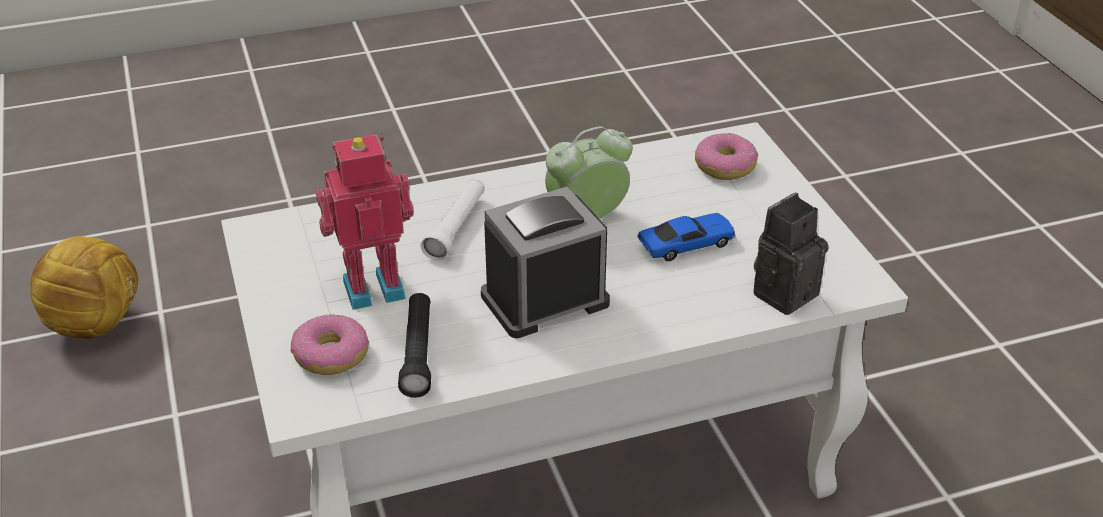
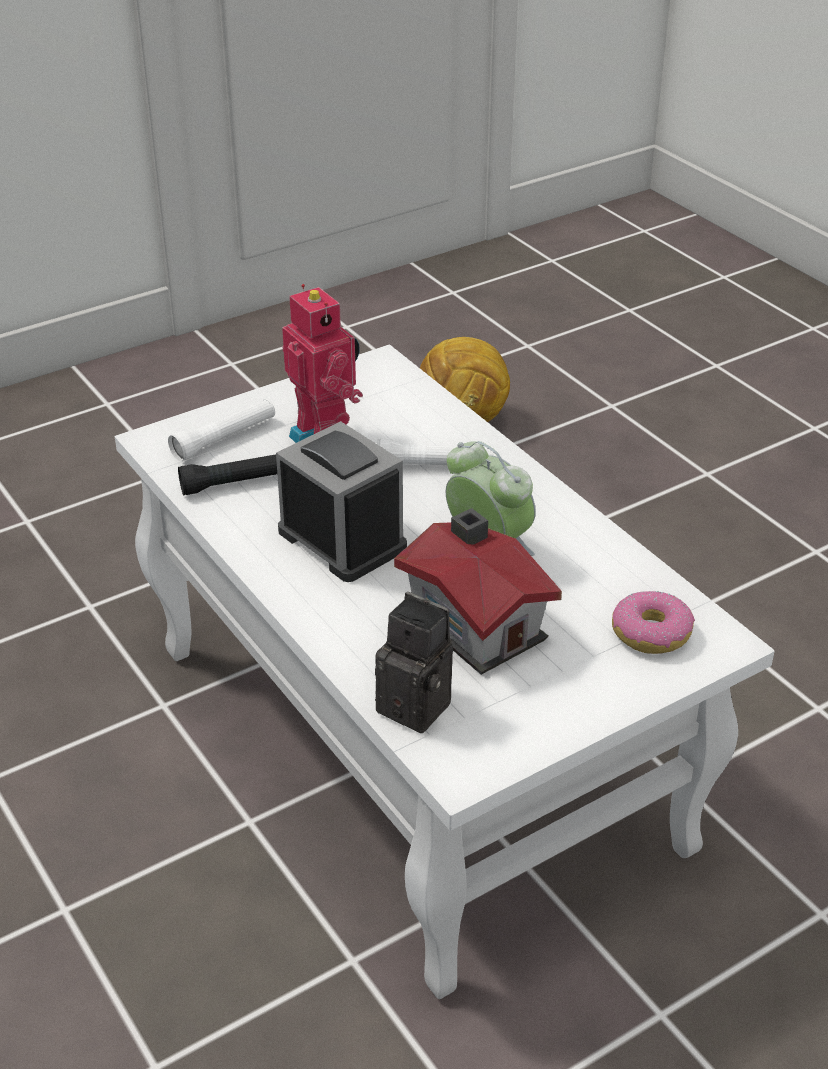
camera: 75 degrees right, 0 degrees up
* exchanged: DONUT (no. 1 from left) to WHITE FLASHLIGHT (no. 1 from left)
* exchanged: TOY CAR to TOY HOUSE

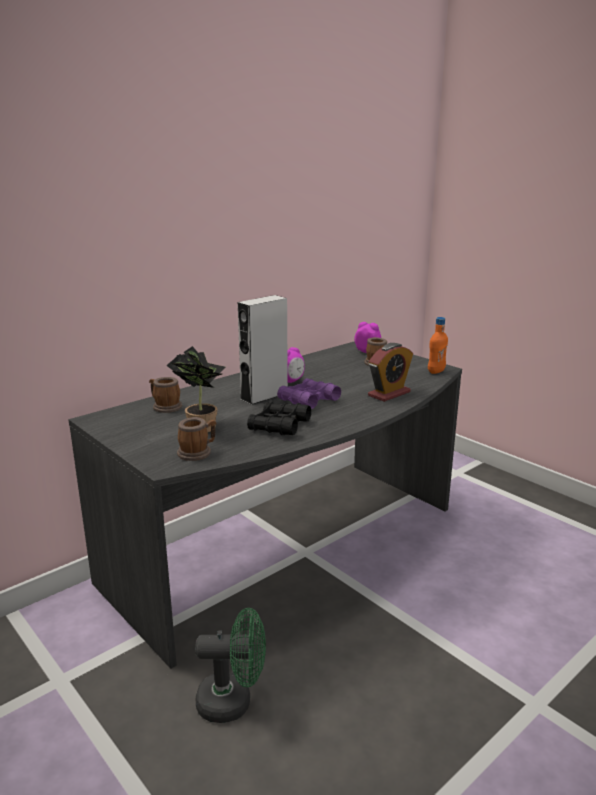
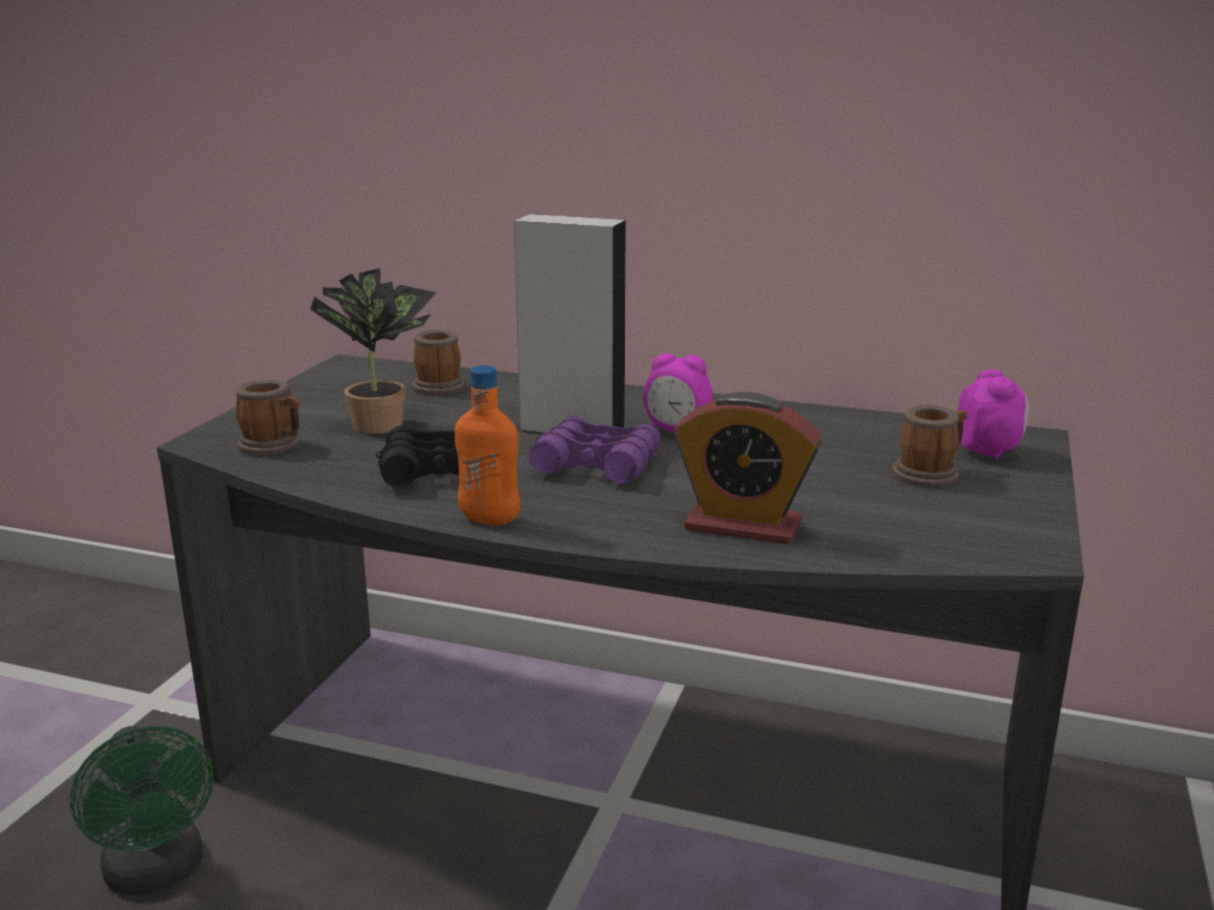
camera: 60 degrees right, 0 degrees up
* relocated: ORANGE BOTTLE

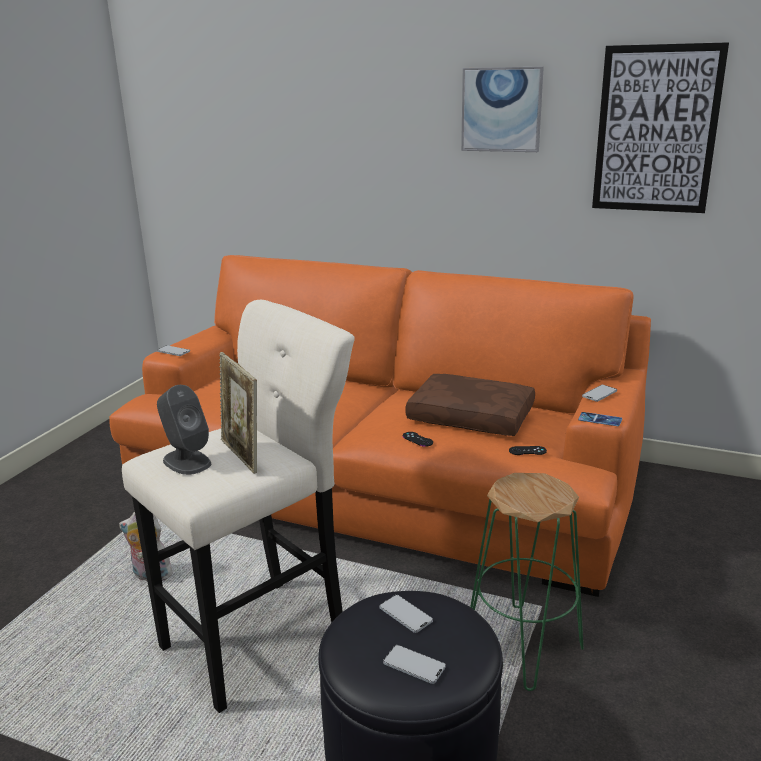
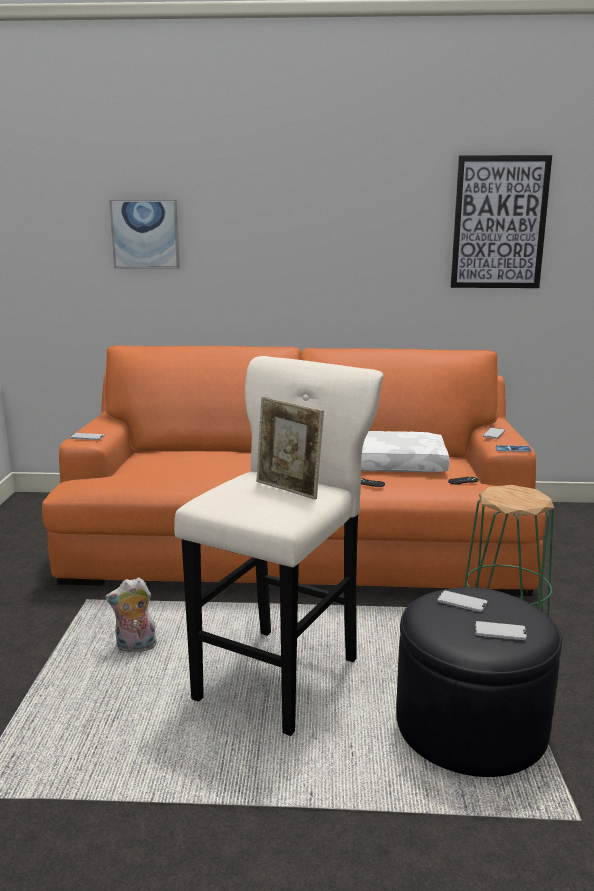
camera: 20 degrees left, 5 degrees down
* relocated: PICTURE (no. 1 from left)
* colour: BROWN PILLOW to WHITE PILLOW
* missing: GREY SPEAKER

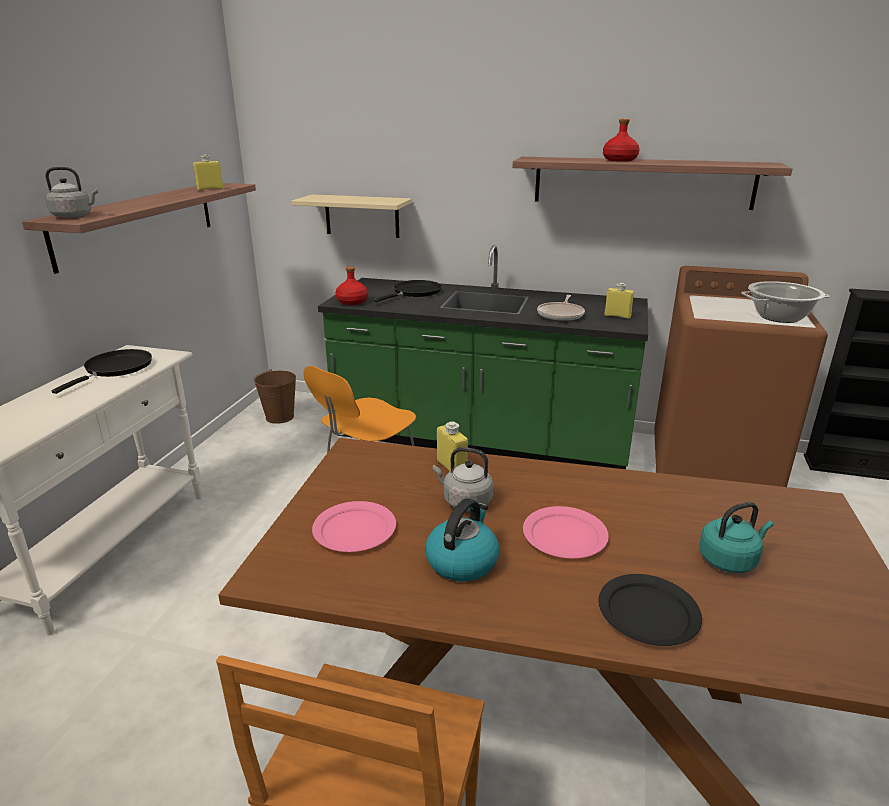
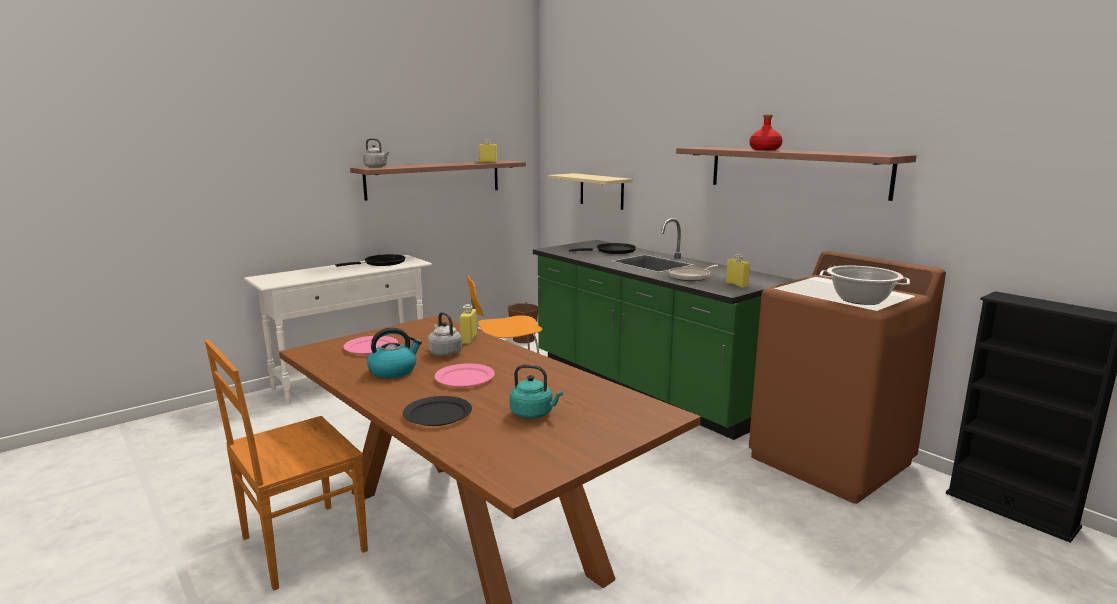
camera: 35 degrees right, 10 degrees down
* missing: RED BOTTLE (no. 1 from left)

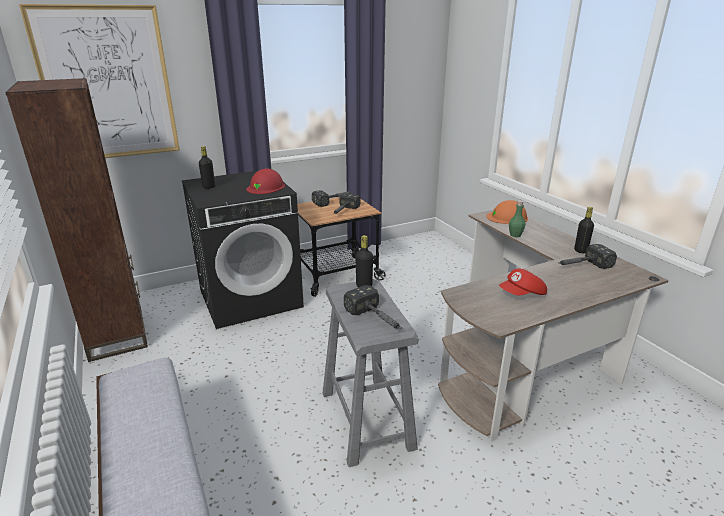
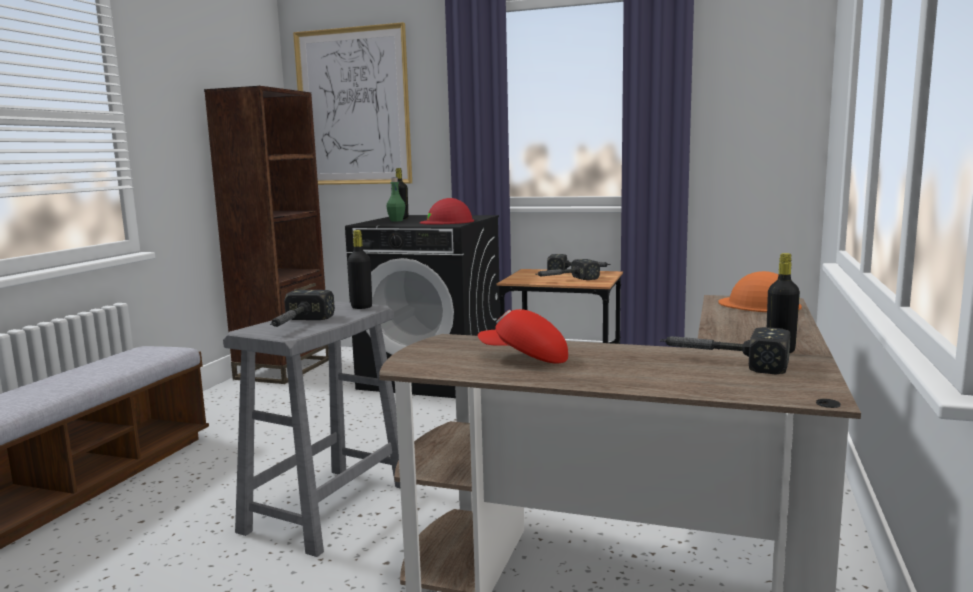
camera: 45 degrees right, 15 degrees down
* relocated: GREEN BOTTLE

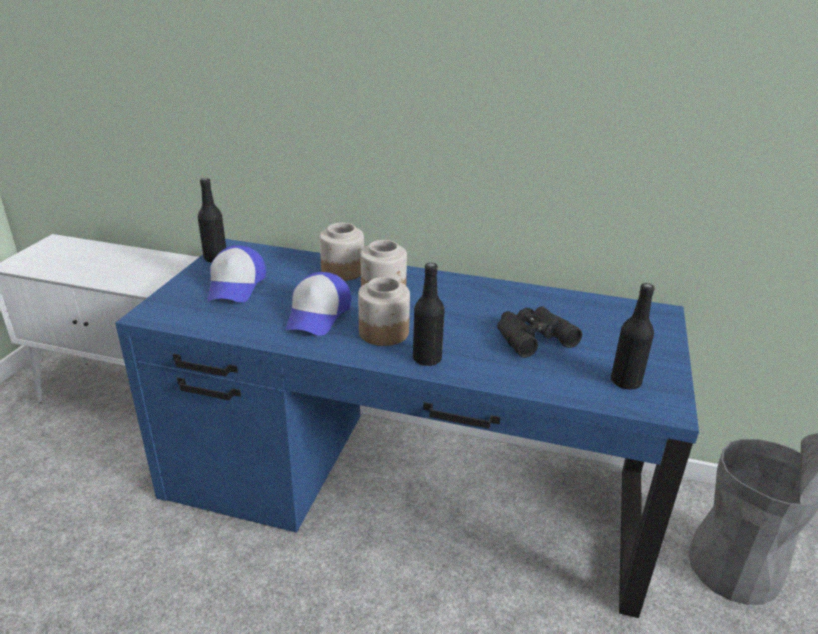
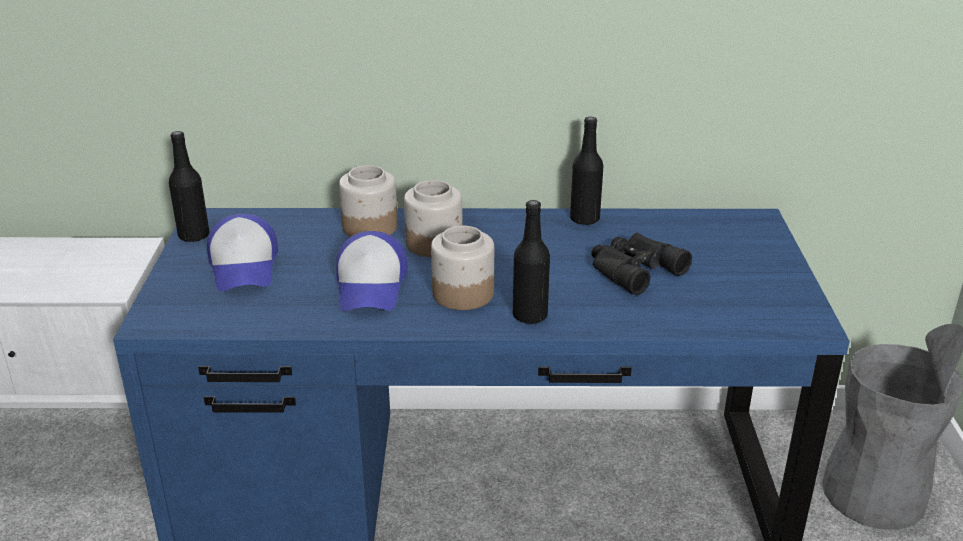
camera: 15 degrees left, 0 degrees up
* relocated: BLACK BOTTLE (no. 3 from left)

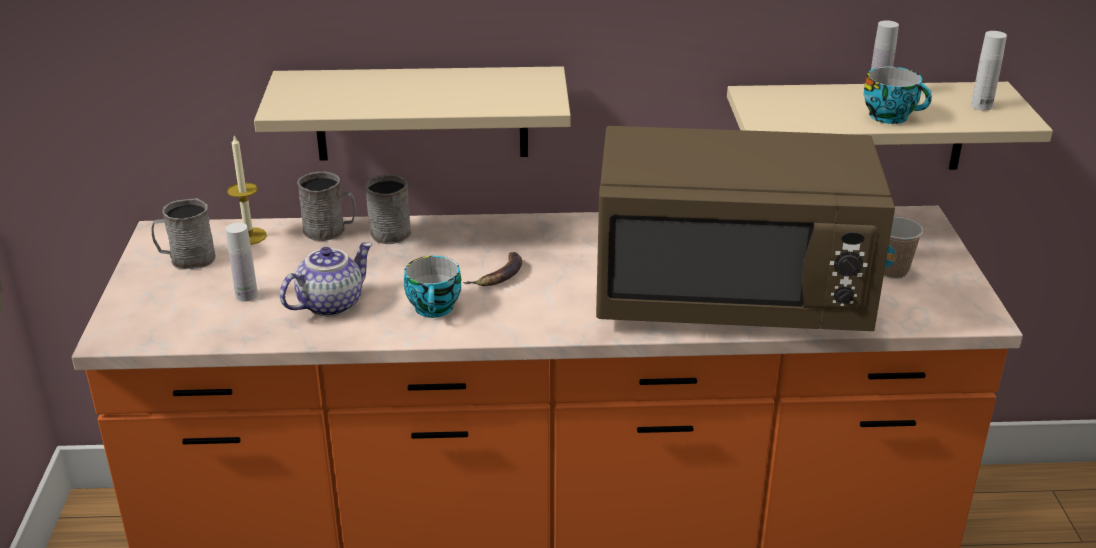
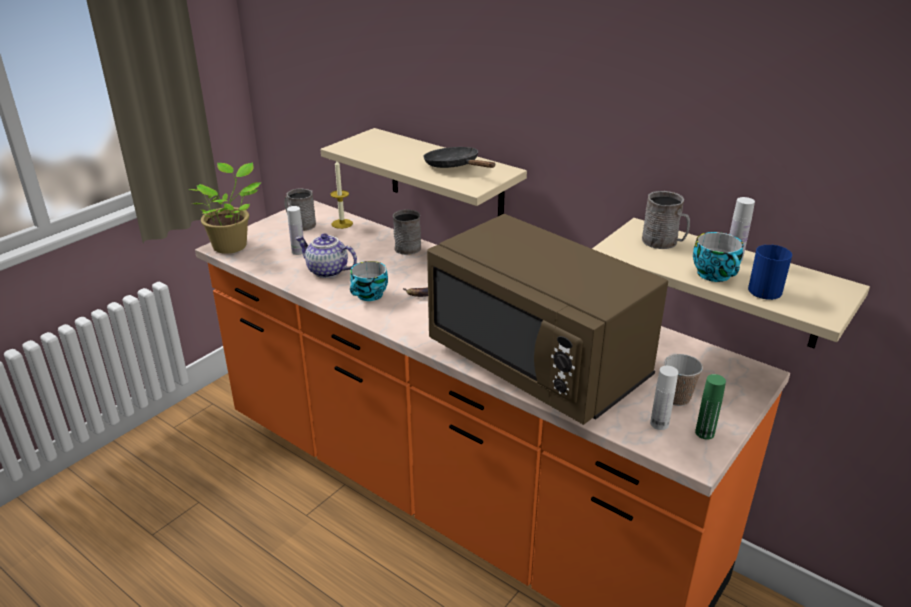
camera: 40 degrees right, 0 degrees up
* appeared: POTTED PLANT
* spun: TEAPOT 150 degrees counterclockwise
* appeared: BLACK FRYING PAN
* relocated: GREY MUG (no. 2 from left in the first image) to GREY MUG (no. 3 from left)
* relocated: WHITE BOTTLE (no. 3 from left in the first image) to WHITE BOTTLE (no. 2 from left)
* appeared: GREEN BOTTLE
* appeared: BLUE MUG

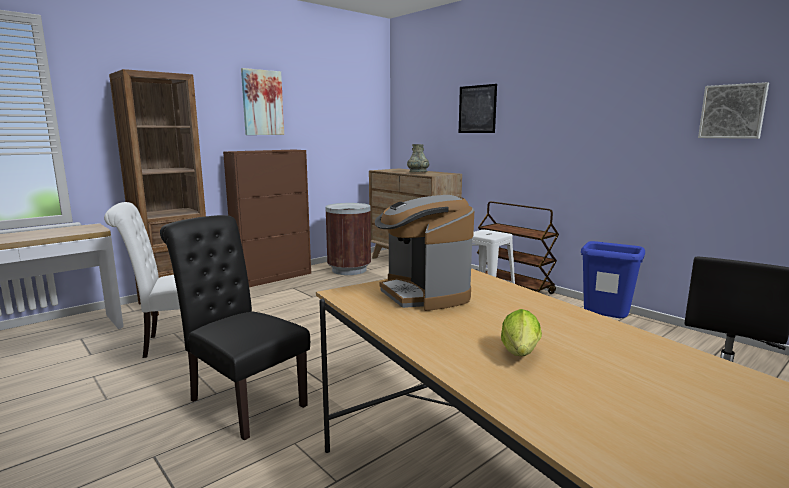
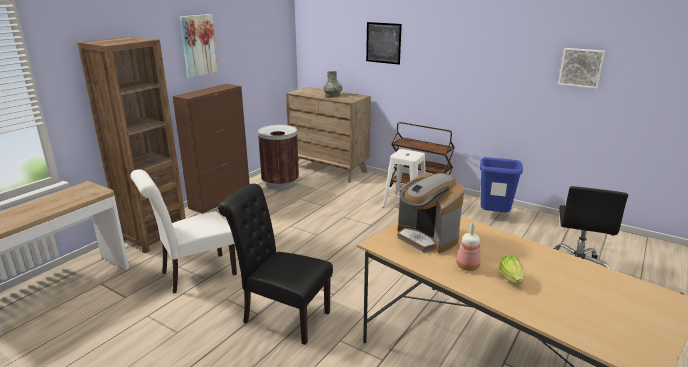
camera: 15 degrees left, 10 degrees up
* appeared: BOTTLE

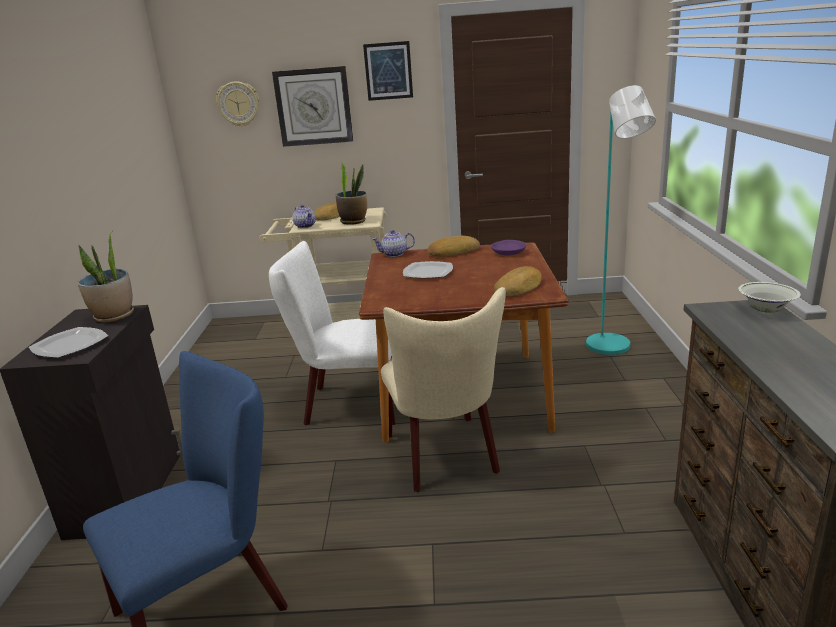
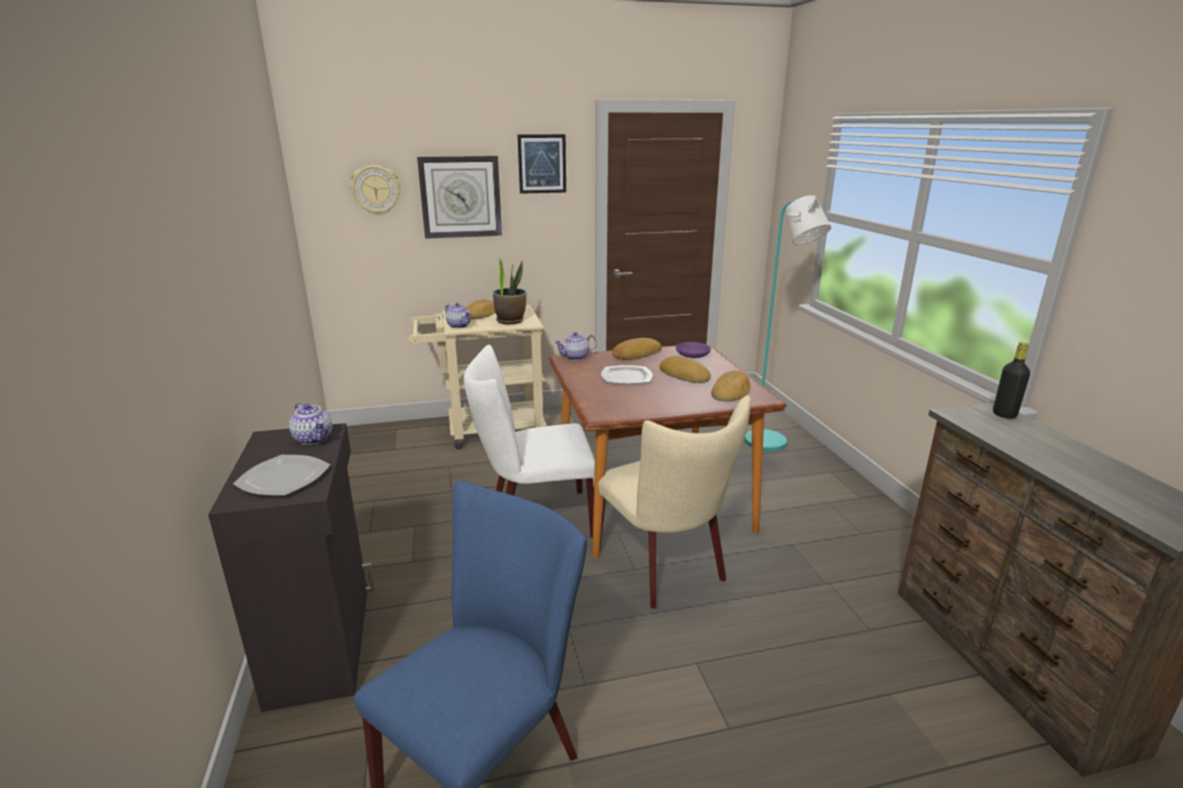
camera: 15 degrees left, 0 degrees up
* exchanged: POTTED PLANT (no. 1 from left) to TEAPOT (no. 1 from left)
* appeared: BREAD (no. 3 from left)
* exchanged: WHITE BOWL to BLACK BOTTLE

